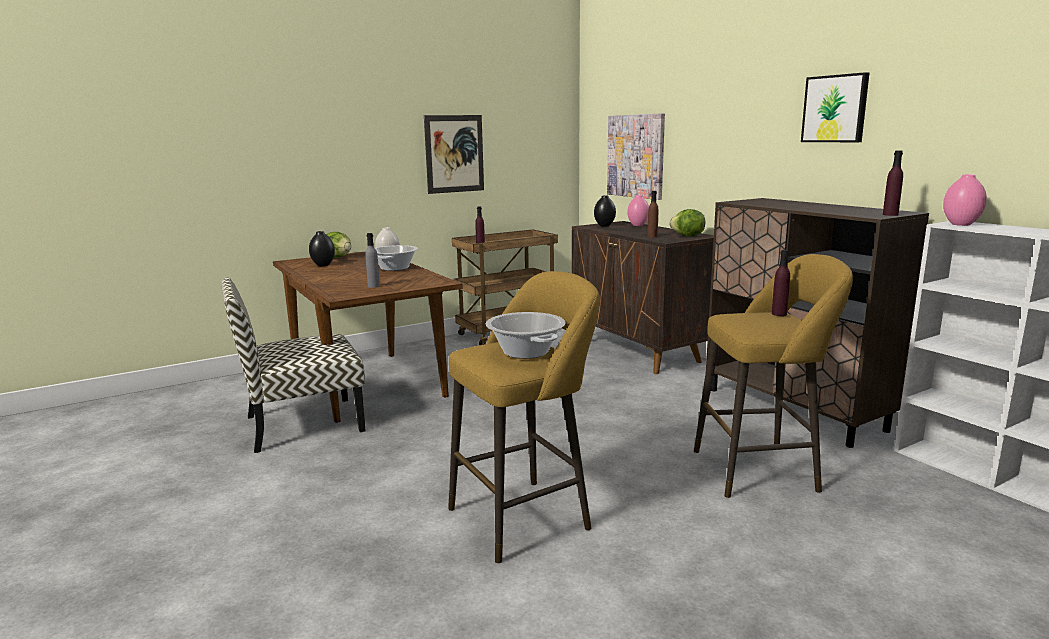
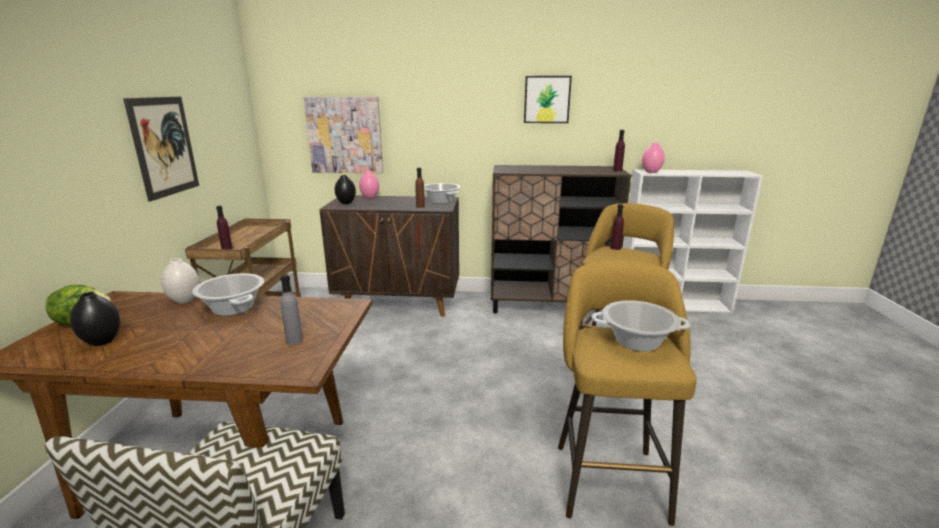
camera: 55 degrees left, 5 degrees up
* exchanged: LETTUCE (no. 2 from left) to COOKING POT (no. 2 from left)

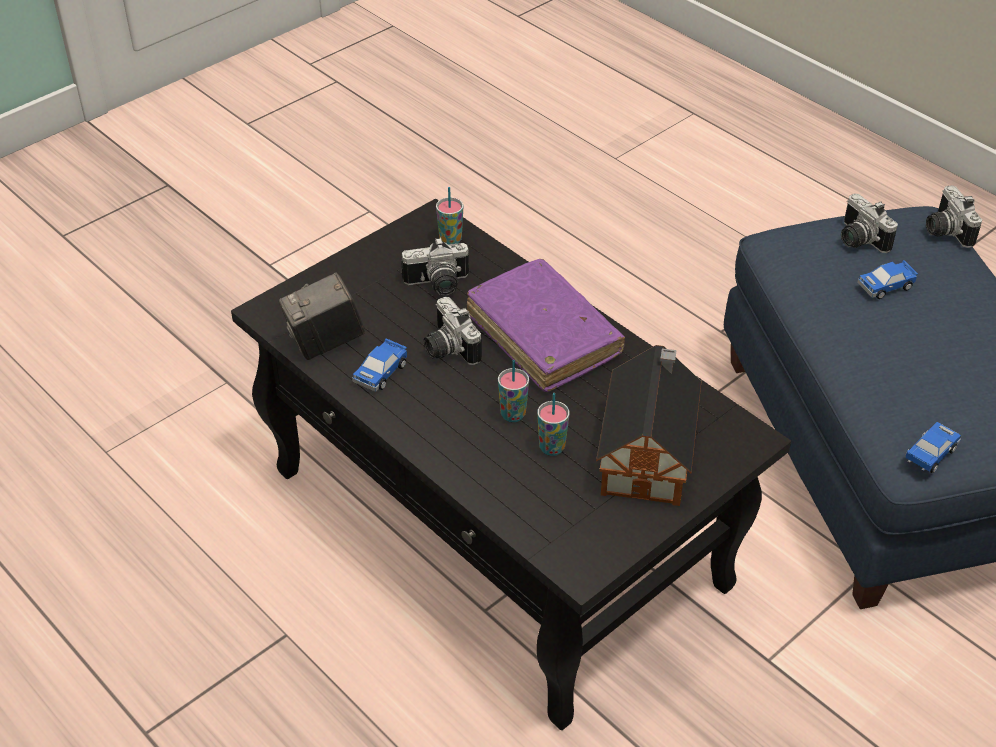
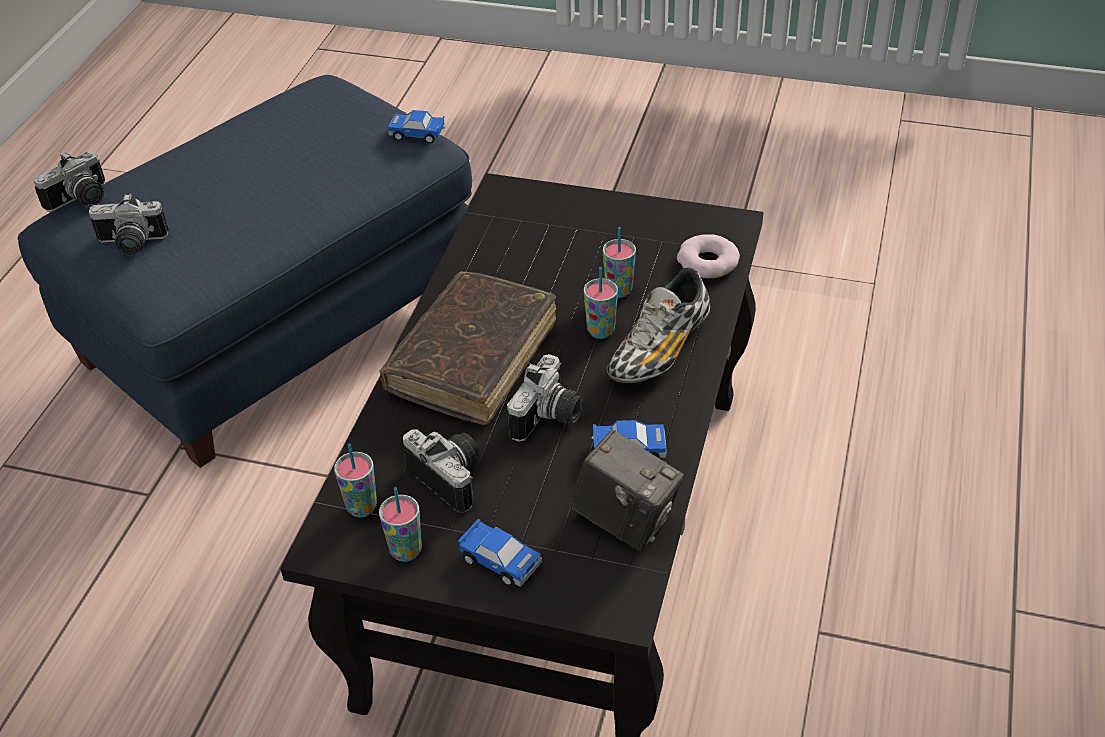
camera: 120 degrees left, 0 degrees up
* spun: PHOTO CAMERA (no. 4 from left in the first image) 60 degrees clockwise
* appeared: CUP (no. 2 from left)
* colour: PURPLE BOOK to BROWN BOOK
* relocated: TOY CAR (no. 2 from left)
* appeared: SHOE
* appeared: DONUT
* missing: TOY HOUSE

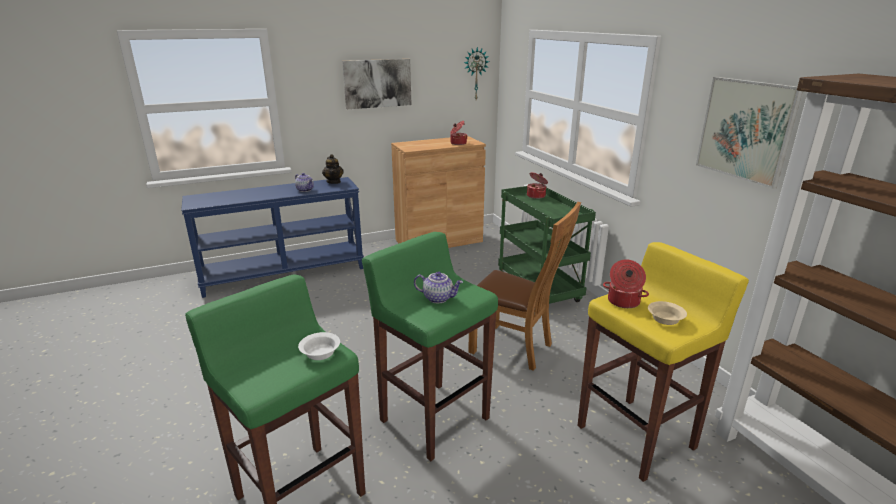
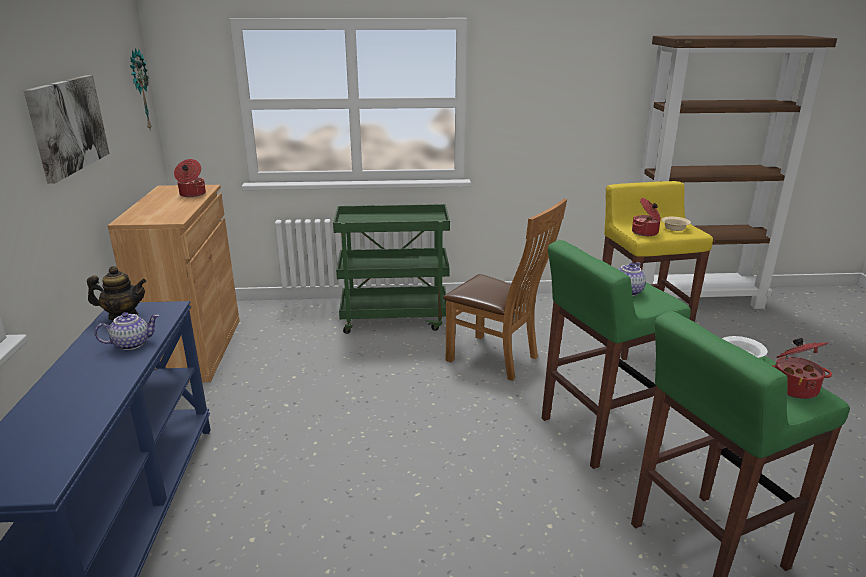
camera: 70 degrees left, 0 degrees up
* spun: BROWN CHAIR 75 degrees clockwise
* relocated: COOKING POT (no. 2 from left in the first image) to COOKING POT (no. 3 from left)
* missing: PICTURE (no. 2 from left)

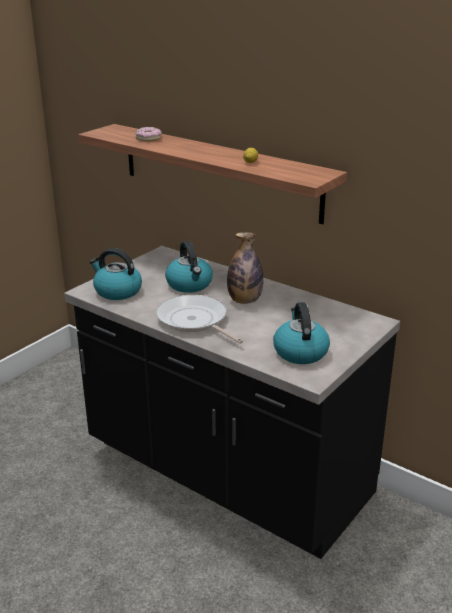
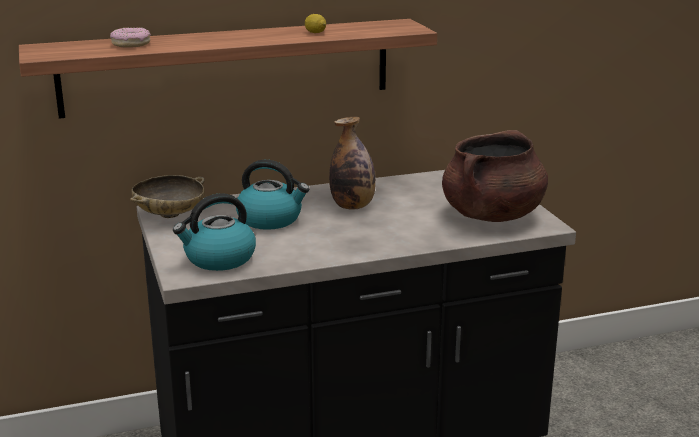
camera: 55 degrees left, 5 degrees down
* appeared: BEIGE BOWL
* exchanged: KETTLE (no. 3 from left) to BROWN COOKING POT
* missing: FRYING PAN

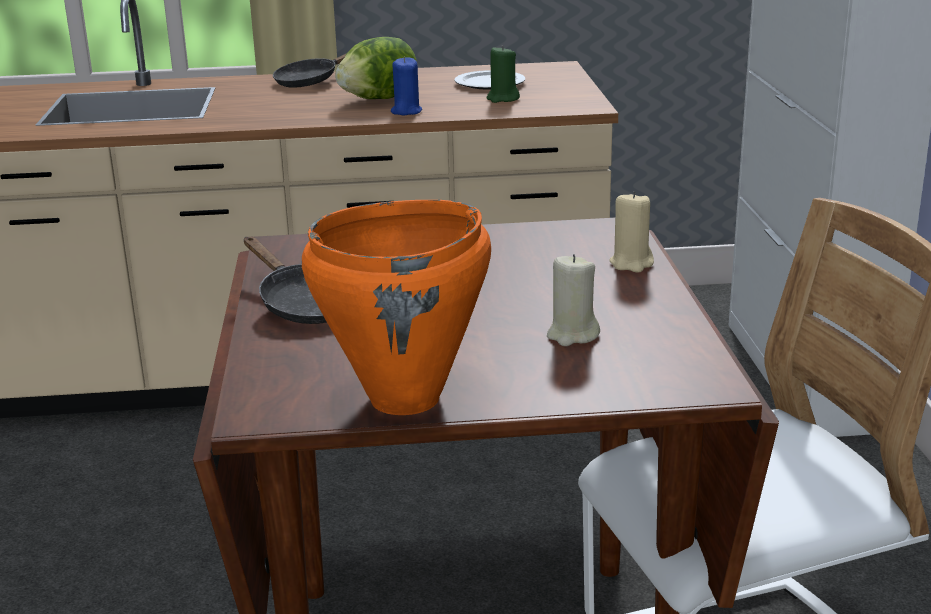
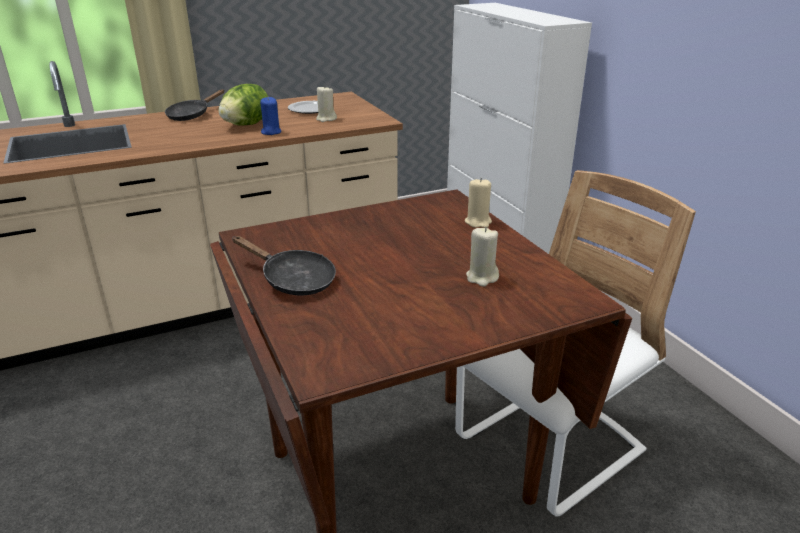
camera: 20 degrees left, 5 degrees up
* colour: GREEN CANDLE to BEIGE CANDLE (no. 1 from left)
* missing: ORANGE COOKING POT

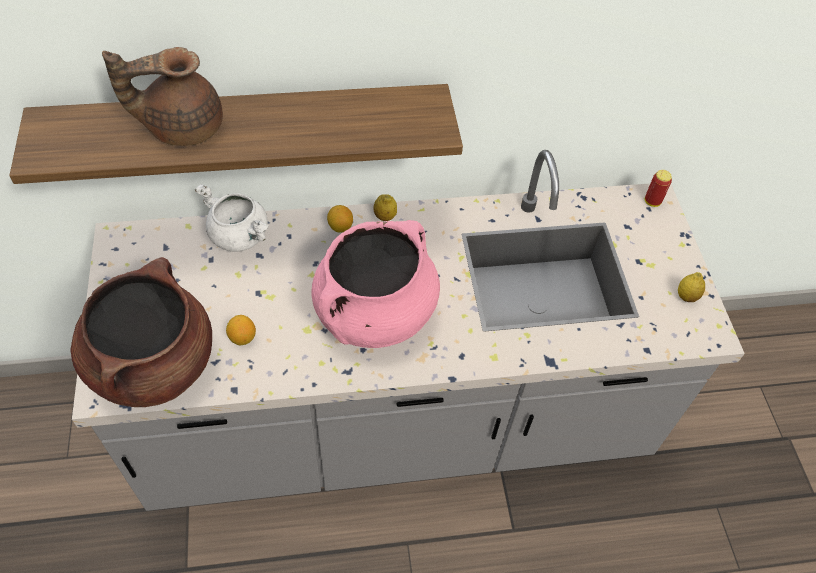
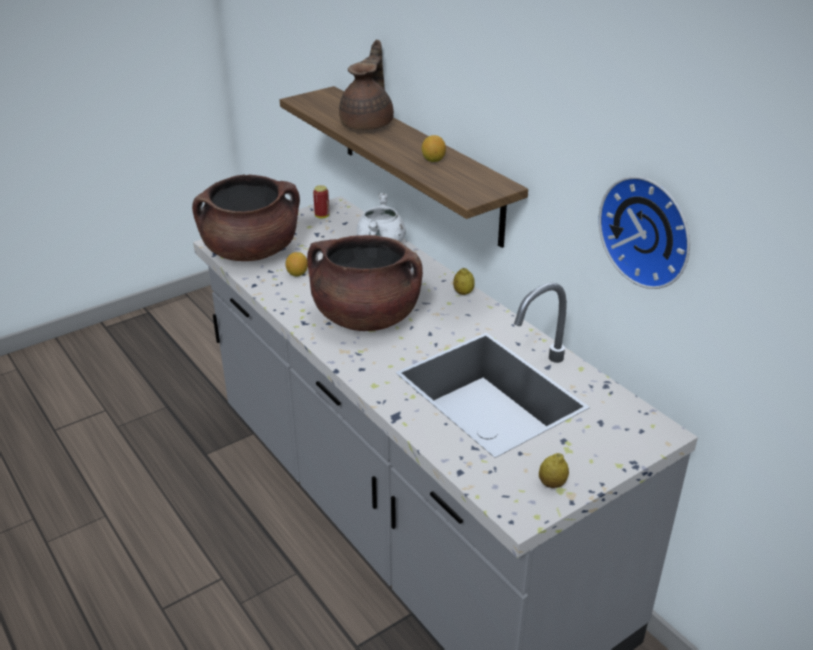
camera: 65 degrees right, 20 degrees down
* colour: PINK COOKING POT to BROWN COOKING POT (no. 2 from left)
* relocated: CAN
* spun: BROWN TEAPOT 60 degrees clockwise
* relocated: LEMON (no. 2 from left)
* appeared: WALL CLOCK

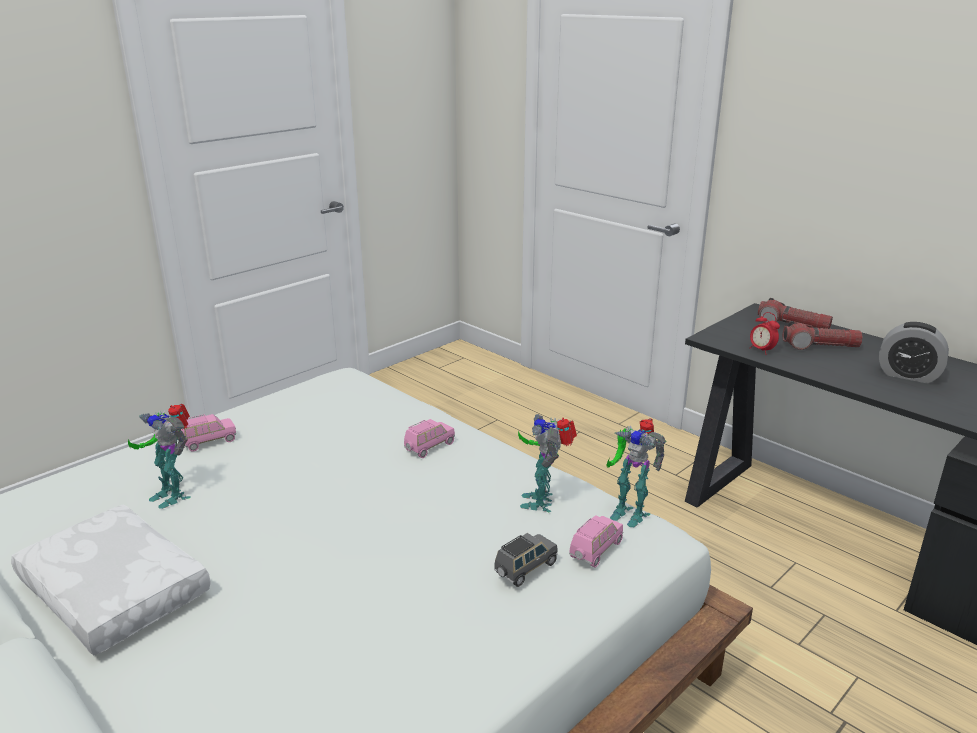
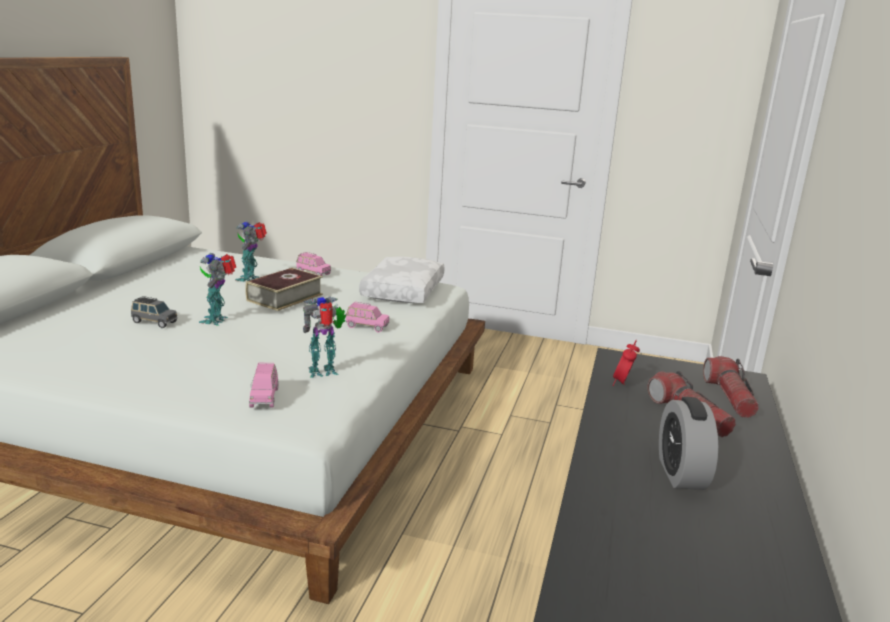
camera: 60 degrees right, 5 degrees down
* relocated: GREY TOY CAR
* relocated: TOY ROBOT (no. 3 from left in the first image) to TOY ROBOT (no. 1 from left)
* appeared: BOOK
* spun: PINK TOY CAR (no. 3 from left in the first image) 75 degrees clockwise
* relocated: WHITE PILLOW

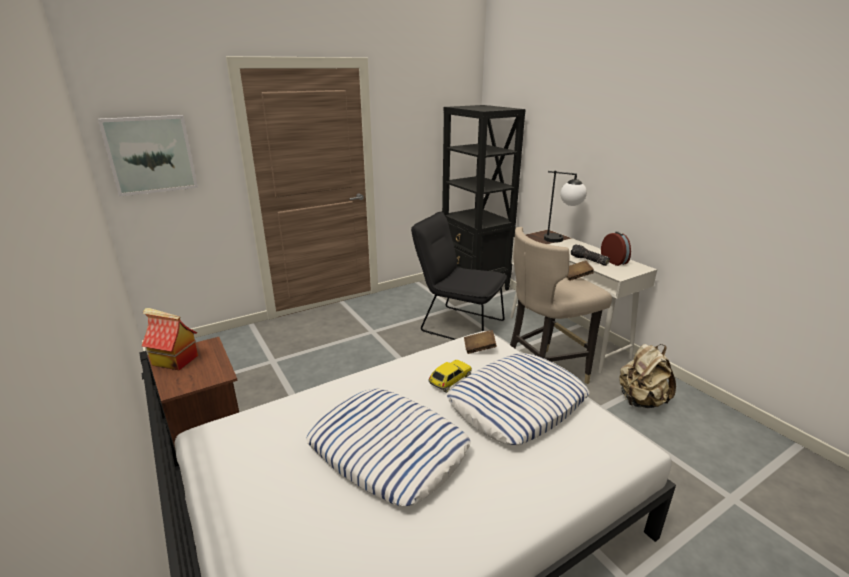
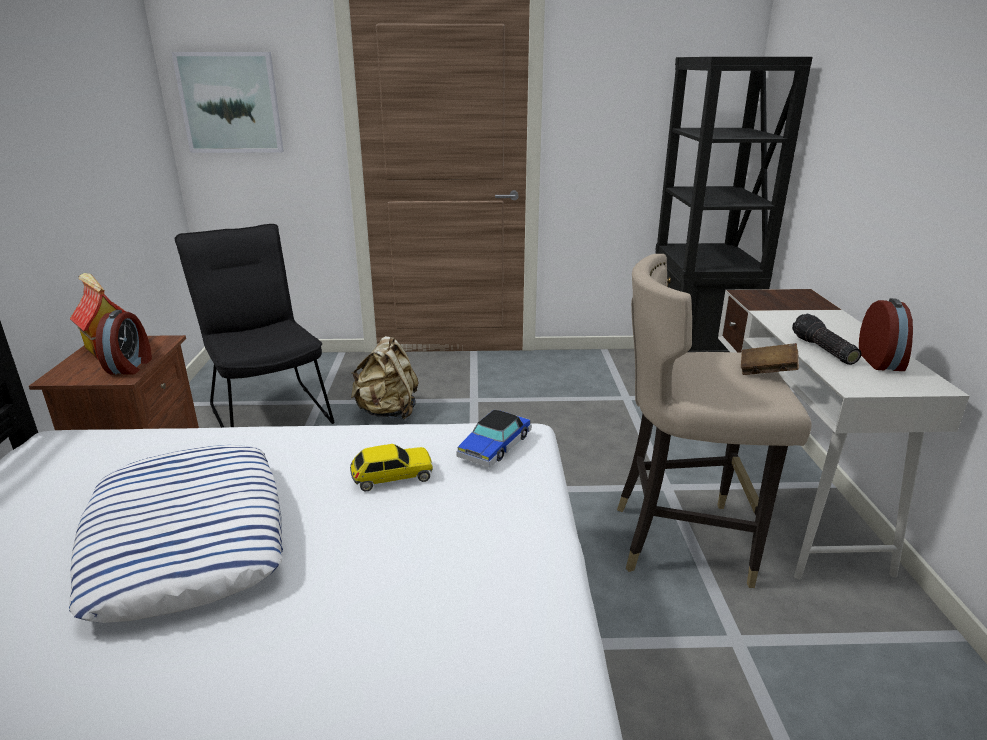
camera: 30 degrees right, 0 degrees up
* appeared: ALARM CLOCK (no. 1 from left)
* relocated: BLACK CHAIR
* relocated: BEIGE BACKPACK
* exchanged: BROWN BOOK (no. 1 from left) to TOY CAR (no. 2 from left)
* missing: PILLOW (no. 2 from left)
* missing: TABLE LAMP

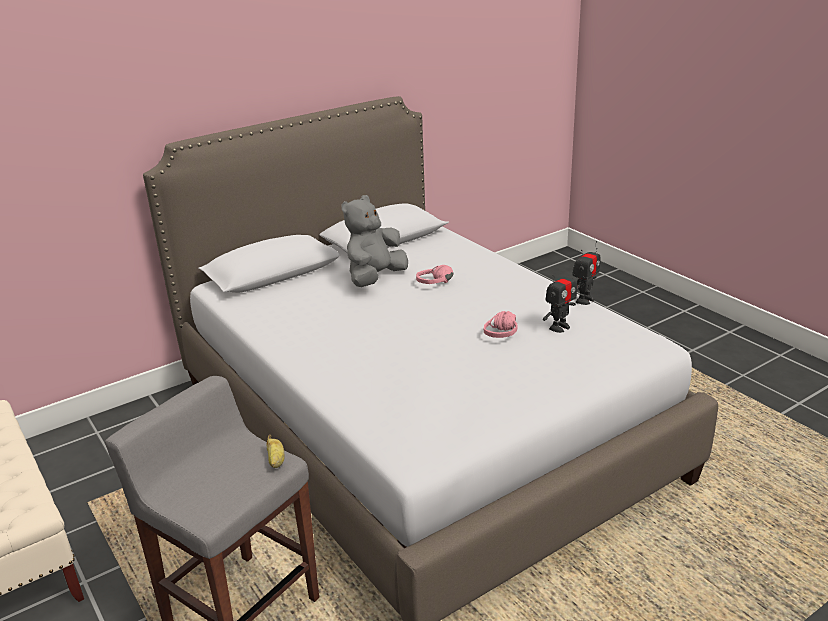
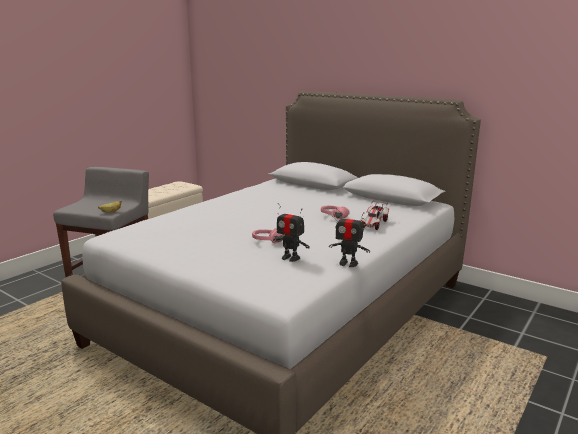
camera: 70 degrees right, 10 degrees down
* appeared: TOY CAR
* missing: GREY PLUSH TOY

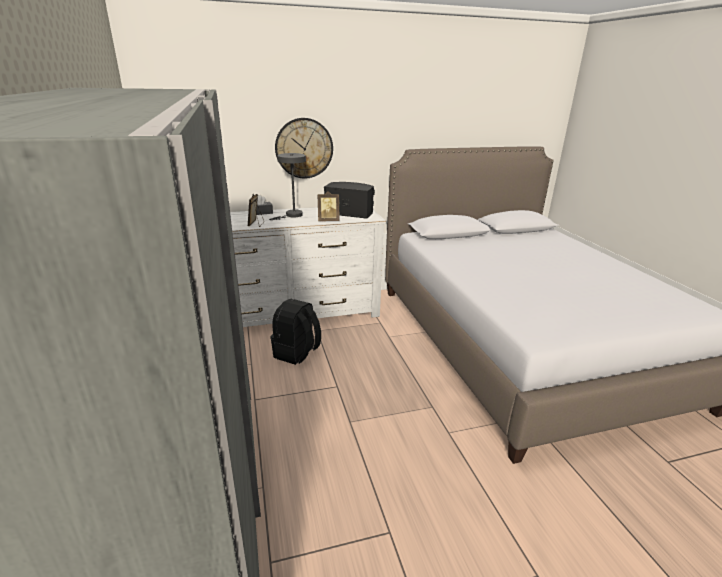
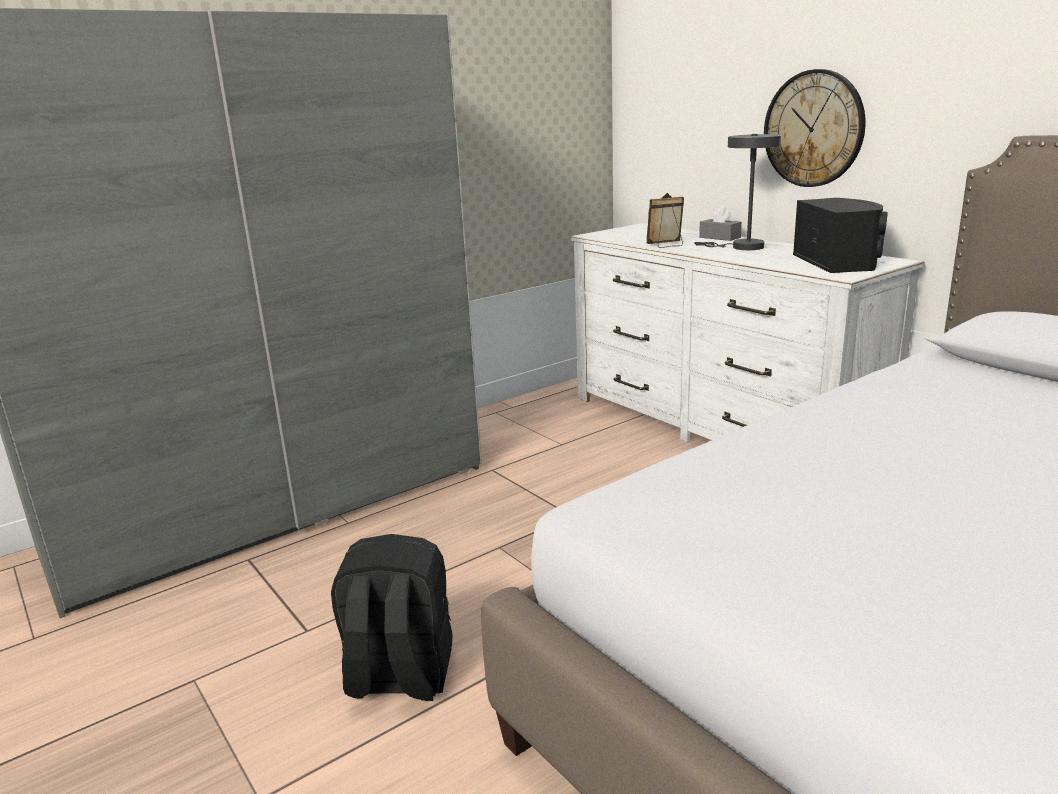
camera: 70 degrees right, 5 degrees down
* relocated: BLACK BACKPACK
* missing: PICTURE FRAME (no. 2 from left)

